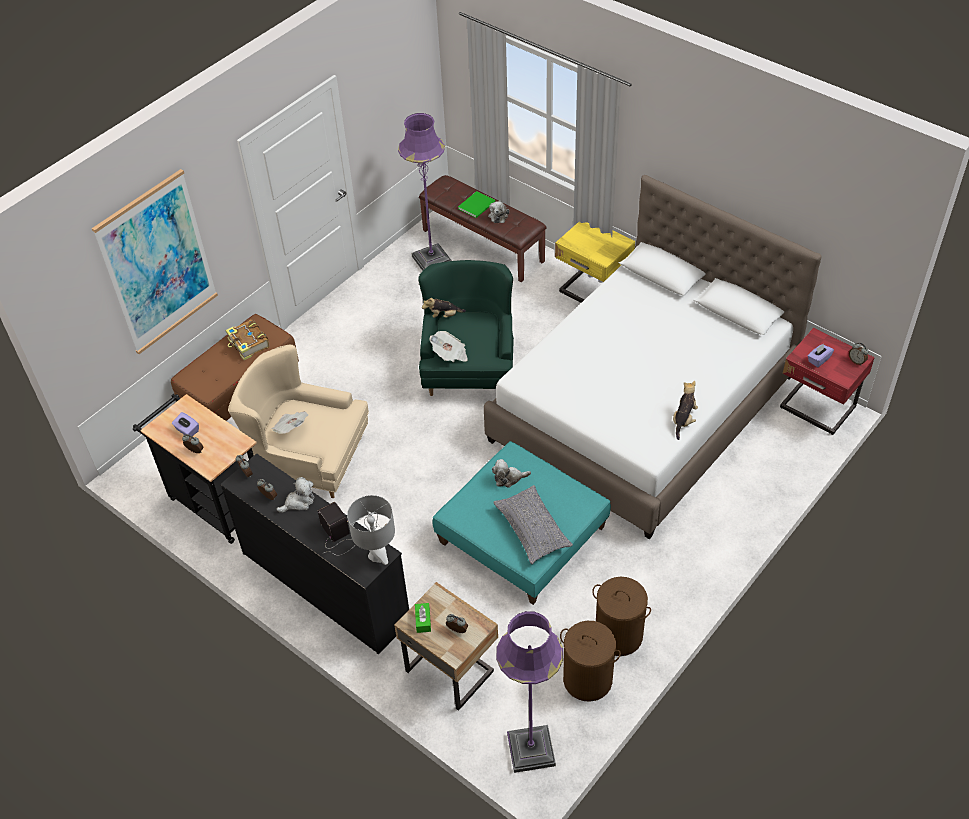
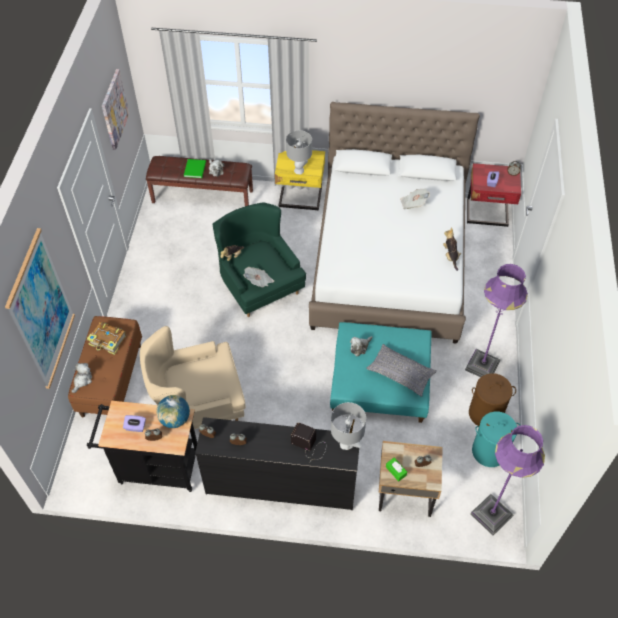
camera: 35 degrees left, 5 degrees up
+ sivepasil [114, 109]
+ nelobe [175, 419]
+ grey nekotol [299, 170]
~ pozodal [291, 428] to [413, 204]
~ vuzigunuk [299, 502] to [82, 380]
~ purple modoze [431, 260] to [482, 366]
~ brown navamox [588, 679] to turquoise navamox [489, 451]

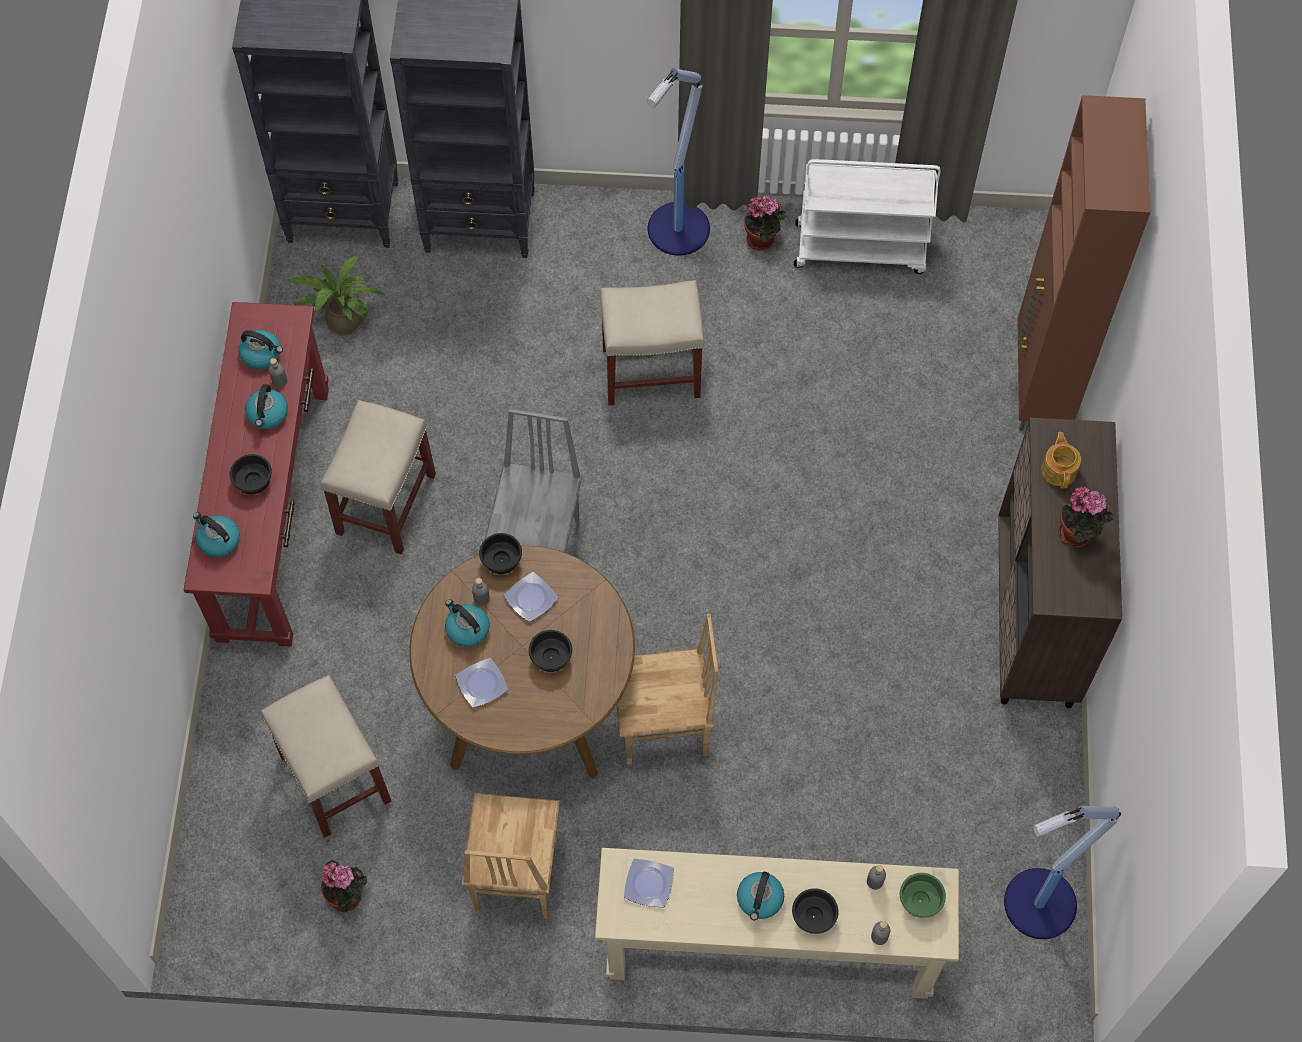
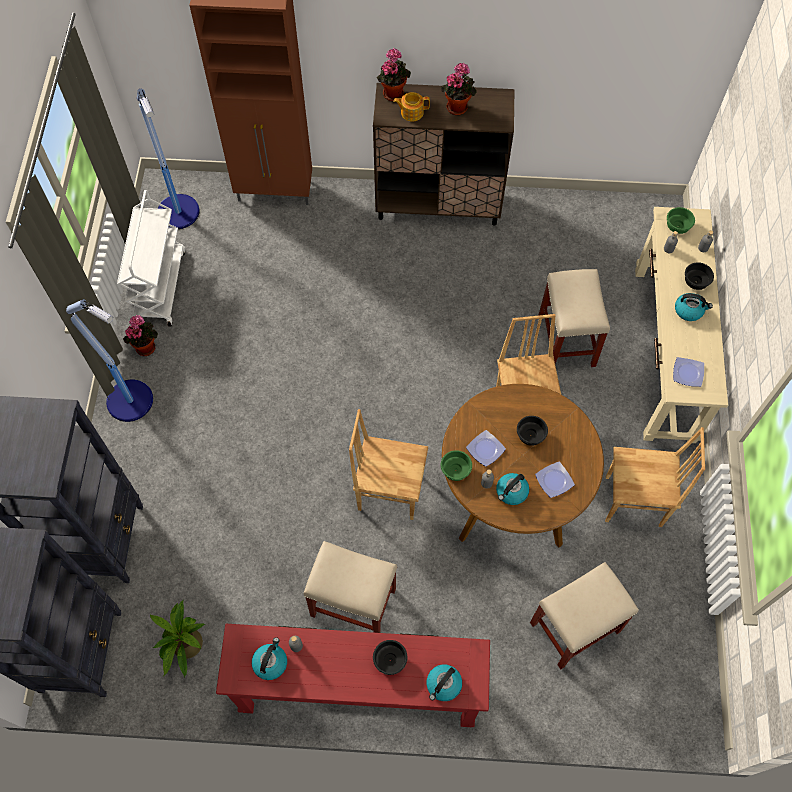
camera: 90 degrees left, 0 degrees up
- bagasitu [268, 414]
~ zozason [348, 897] to [393, 92]
~ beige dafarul [652, 371] to [566, 339]
~ modoze [1037, 905] to [179, 213]
~ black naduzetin [502, 561] to green naduzetin [456, 469]
~ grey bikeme [540, 546] to brown bikeme [389, 491]

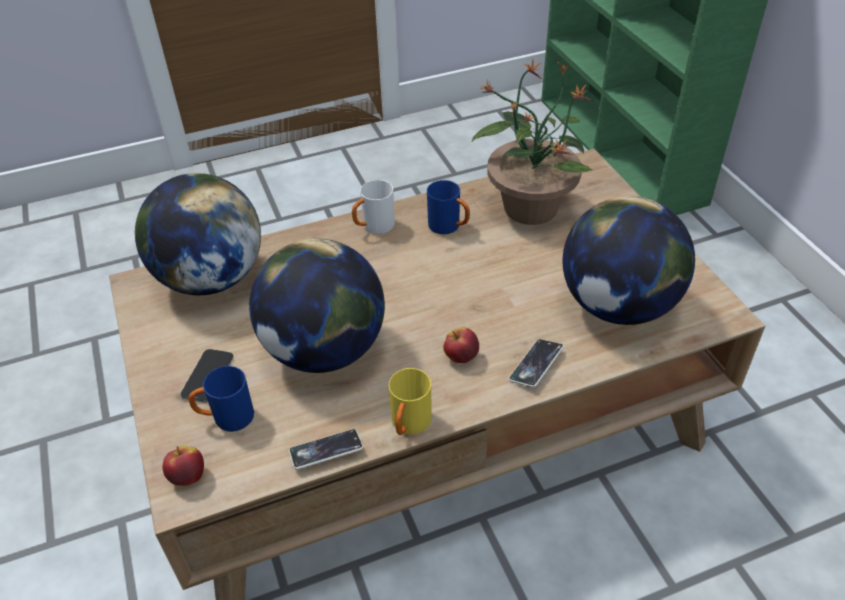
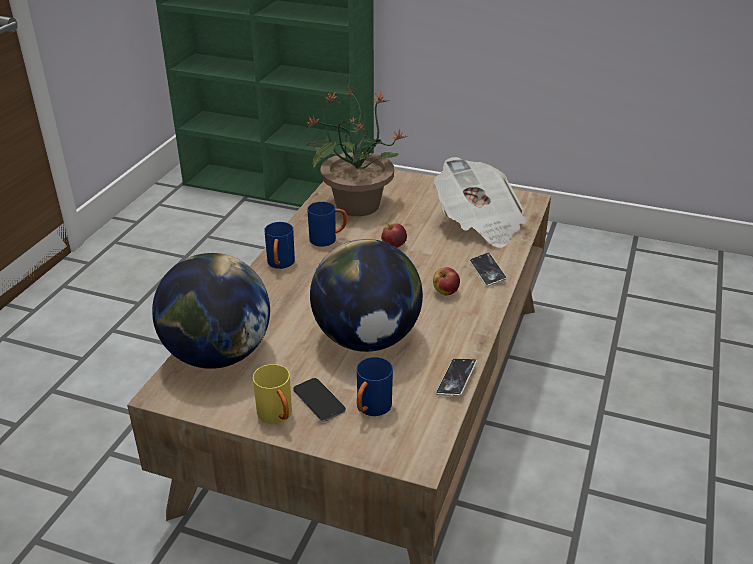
camera: 50 degrees left, 10 degrees down
~ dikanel [188, 476] to [394, 246]
~ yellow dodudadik [409, 426] to [278, 417]
~ nelobe [618, 306] to pozodal [479, 224]
~ white dodudadik [373, 227] to blue dodudadik [280, 265]

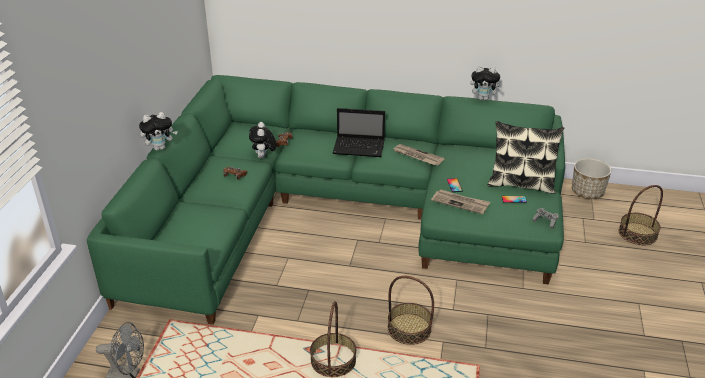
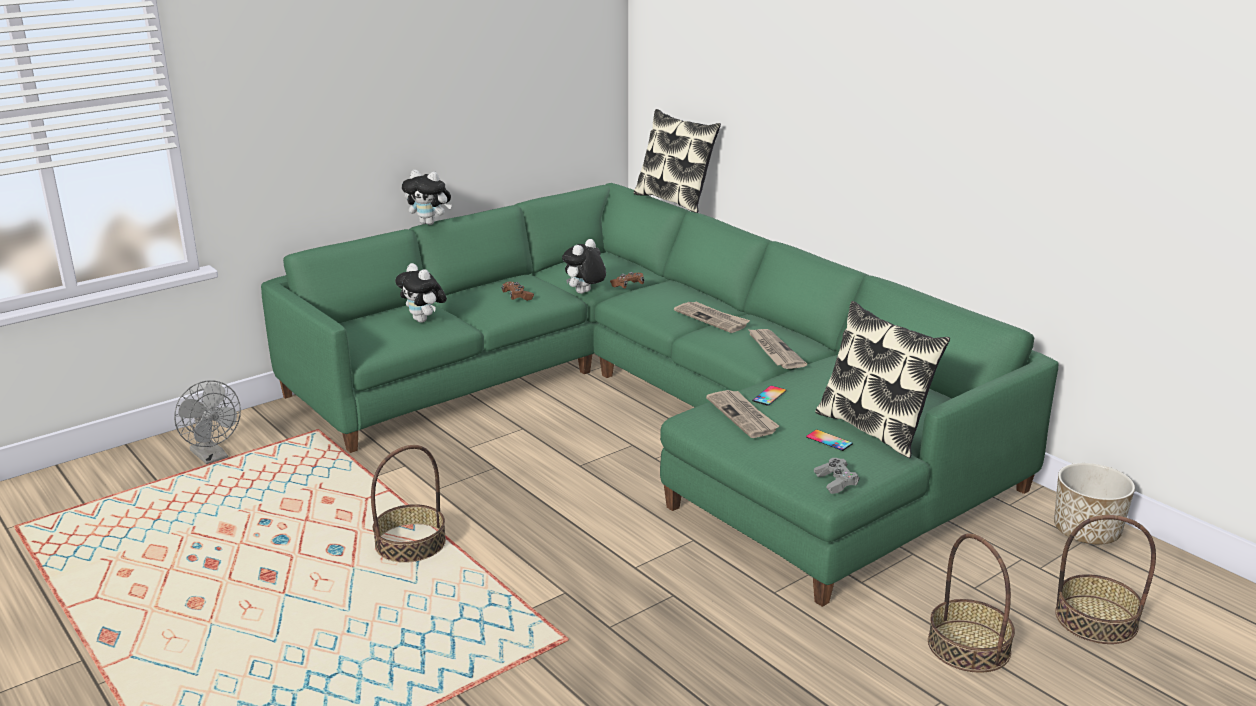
camera: 40 degrees right, 10 degrees down
+ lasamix [674, 200]
~ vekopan [409, 329] to [968, 646]
~ vuzigunuk [484, 98] to [424, 320]
~ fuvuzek [360, 148] to pozodal [712, 319]

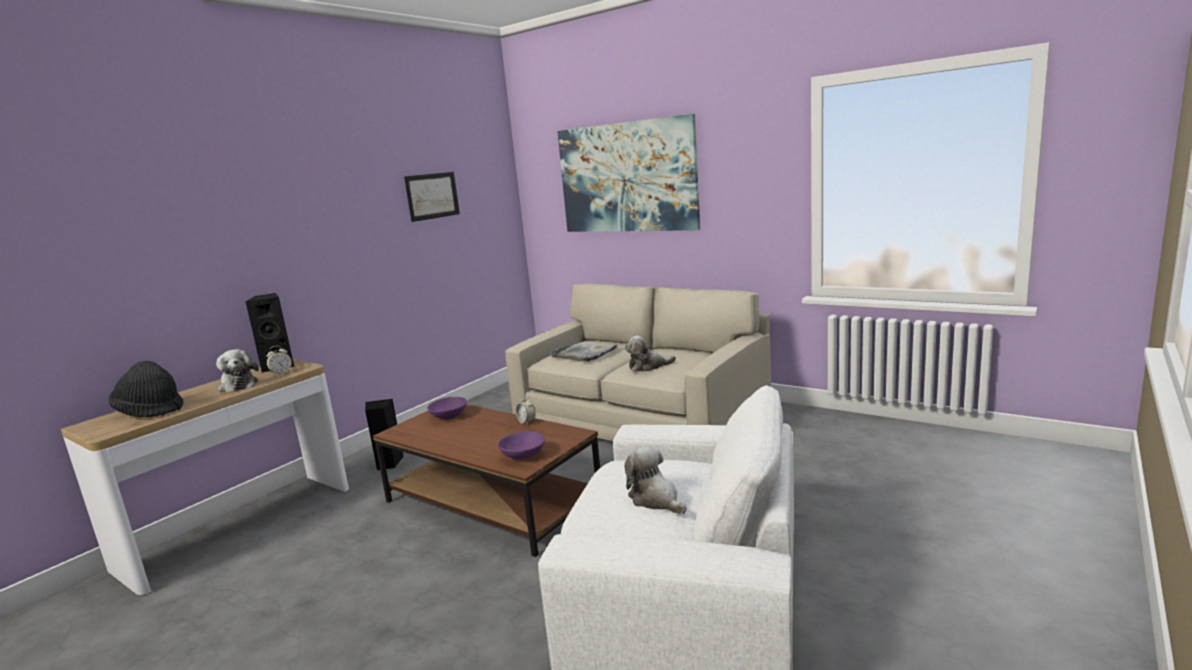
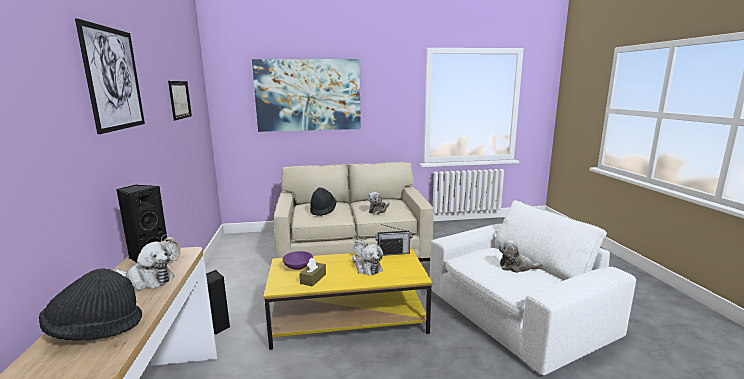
camera: 45 degrees left, 0 degrees up
- purple naduzetin [523, 455]
+ sivepasil [114, 79]
+ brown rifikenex [313, 279]
+ vuzigunuk [367, 268]
+ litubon [393, 253]
~ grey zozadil [583, 354] to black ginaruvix [323, 211]
~ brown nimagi [492, 501] to yellow nimagi [348, 318]

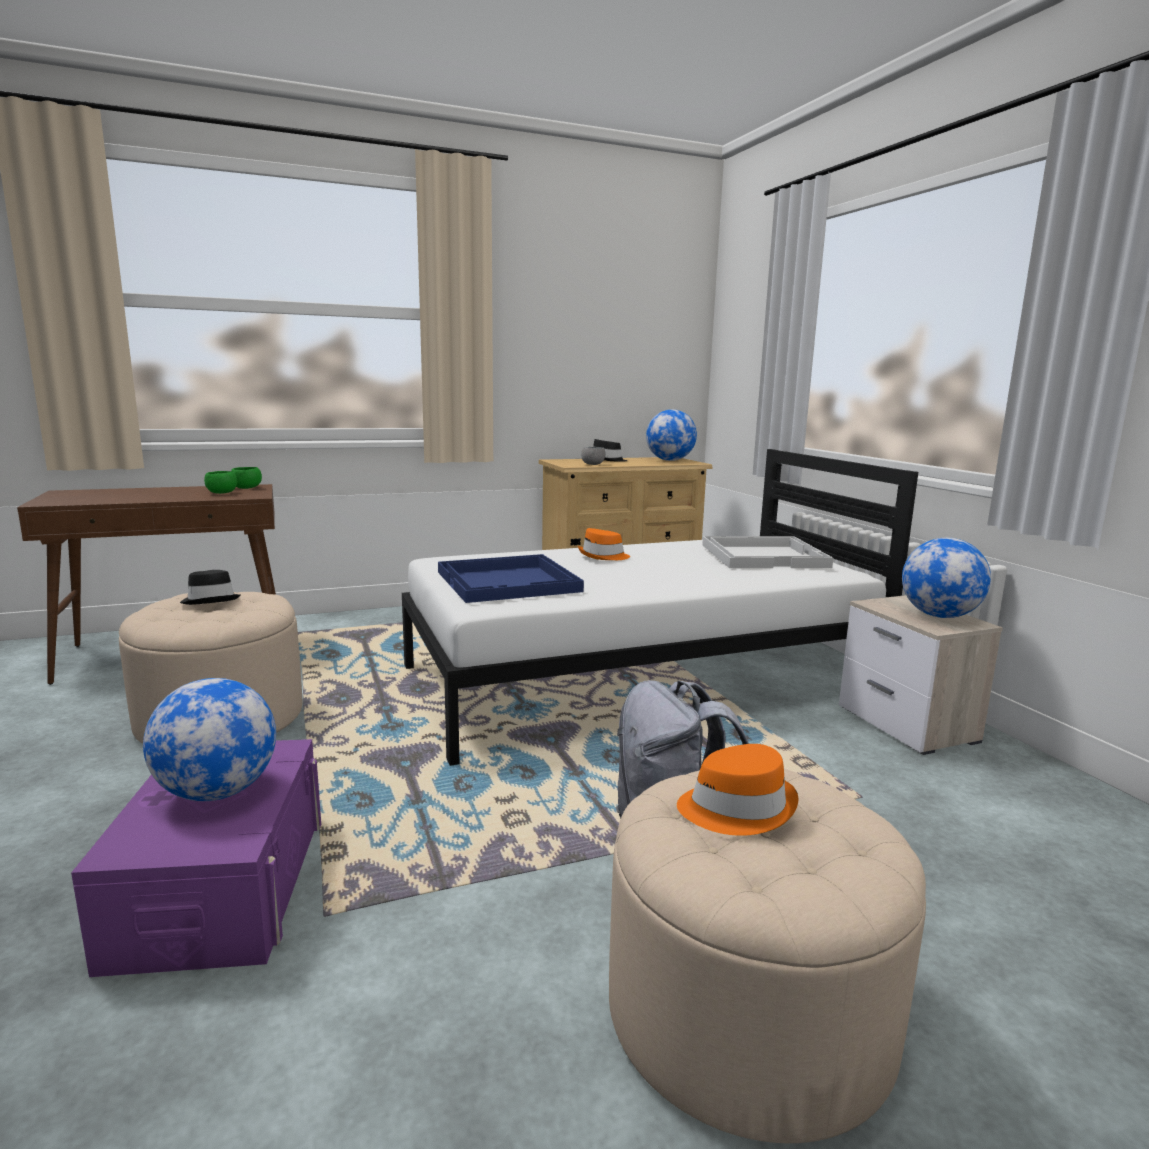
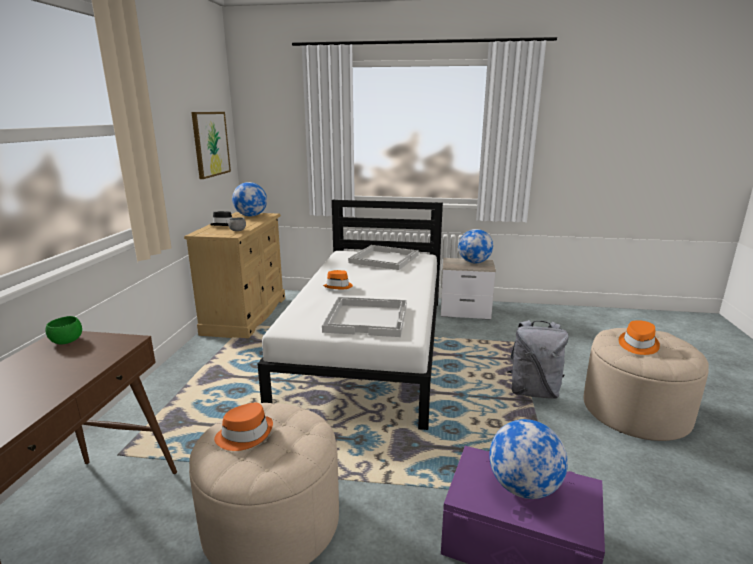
camera: 60 degrees left, 5 degrees up
- green naduzetin [222, 493]
+ sivepasil [210, 144]
~ black ginaruvix [211, 600] to orange ginaruvix [245, 435]
~ blue zozadil [509, 582] to white zozadil [367, 318]

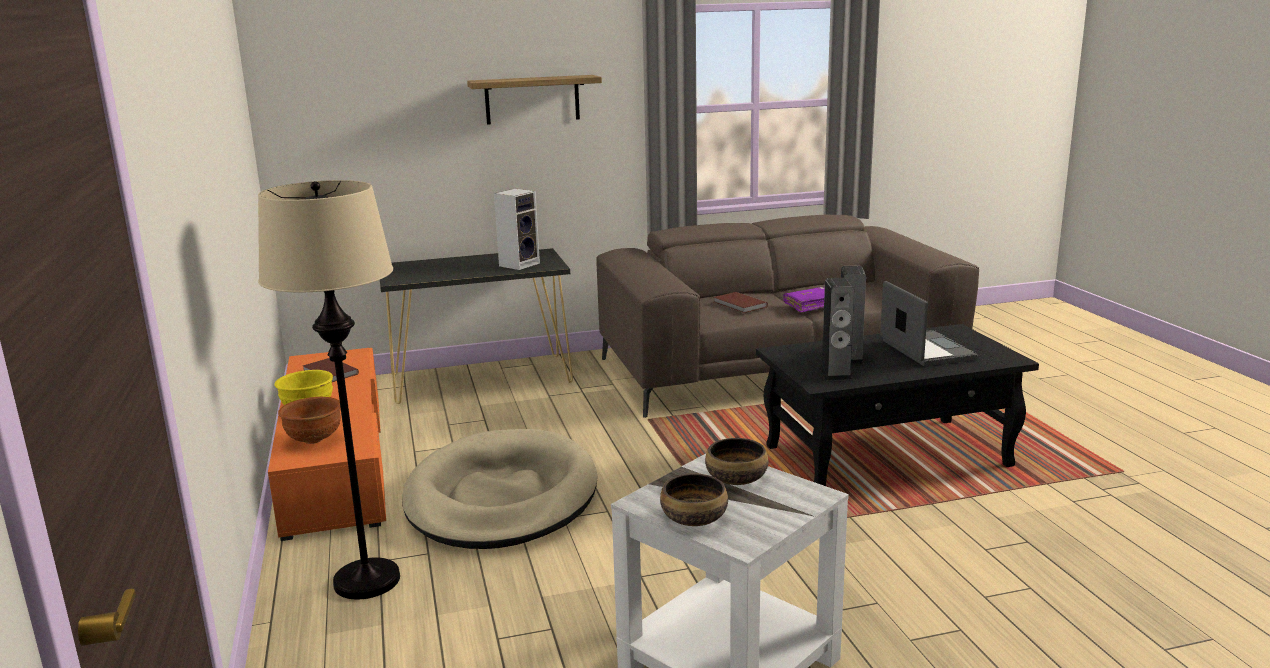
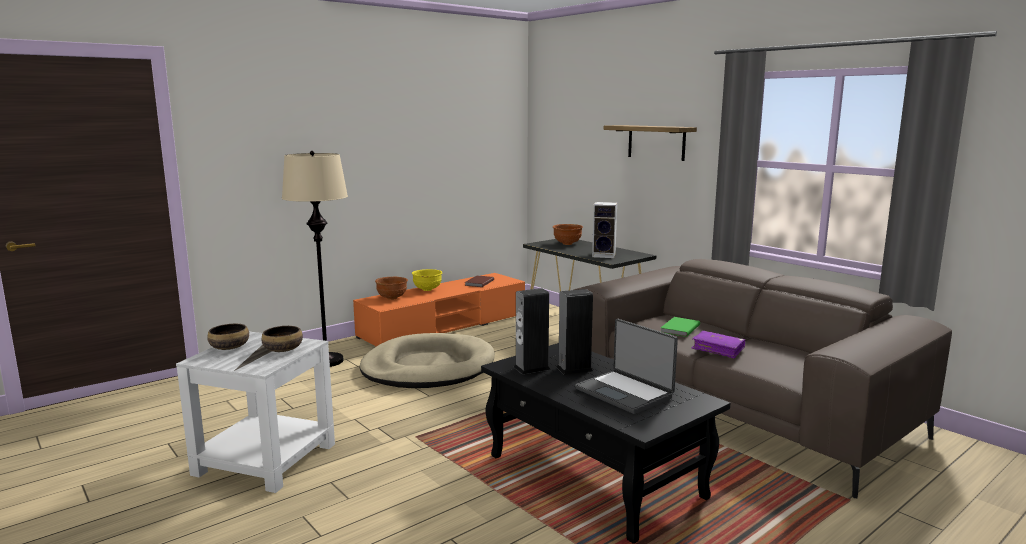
camera: 65 degrees right, 5 degrees down
+ brown naduzetin [567, 244]
~ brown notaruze [739, 305] to green notaruze [679, 328]
~ fuvuzek [925, 350] = [625, 393] 90 degrees clockwise

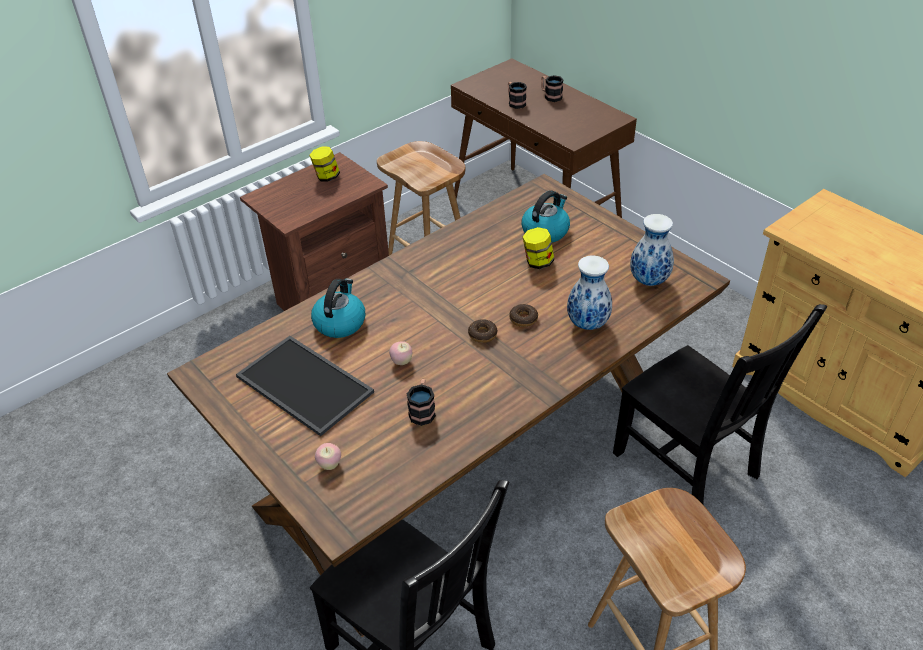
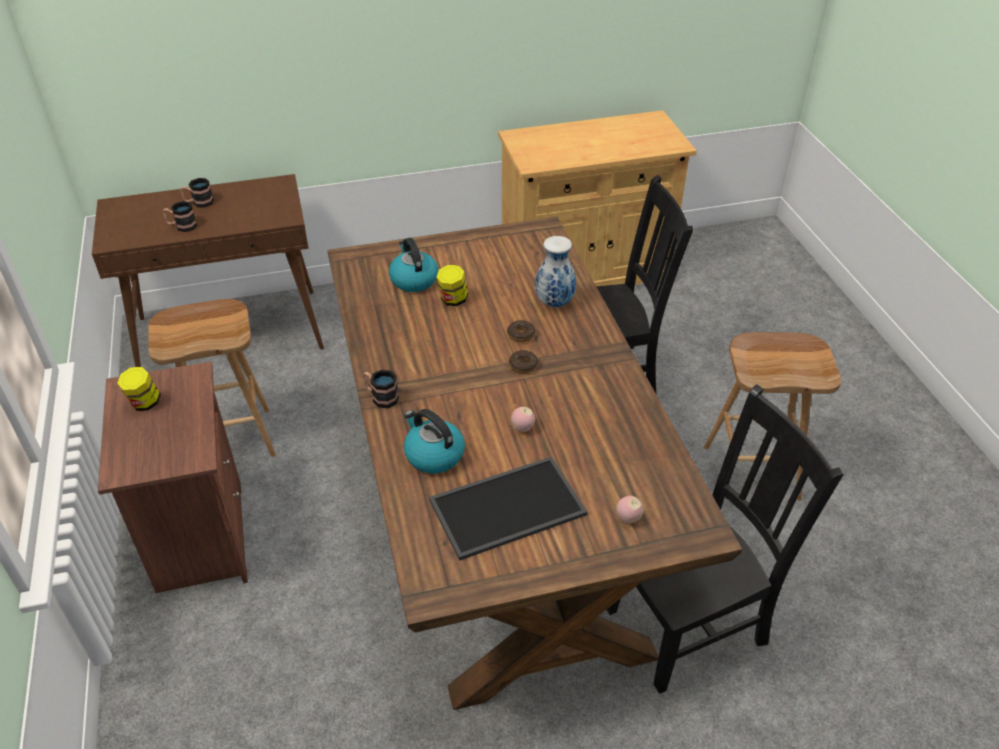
camera: 65 degrees left, 0 degrees up
- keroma [648, 281]
~ dodudadik [422, 410] to [381, 397]

